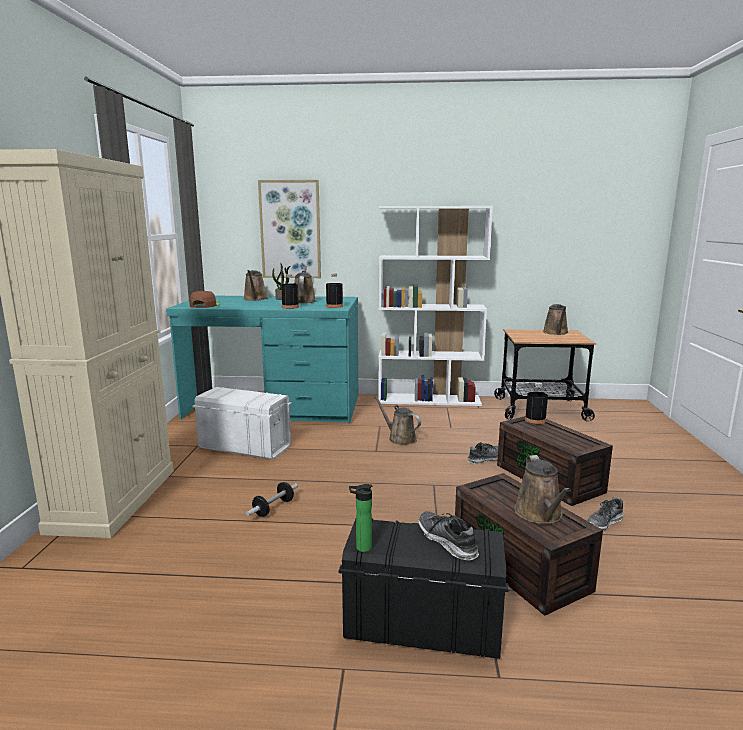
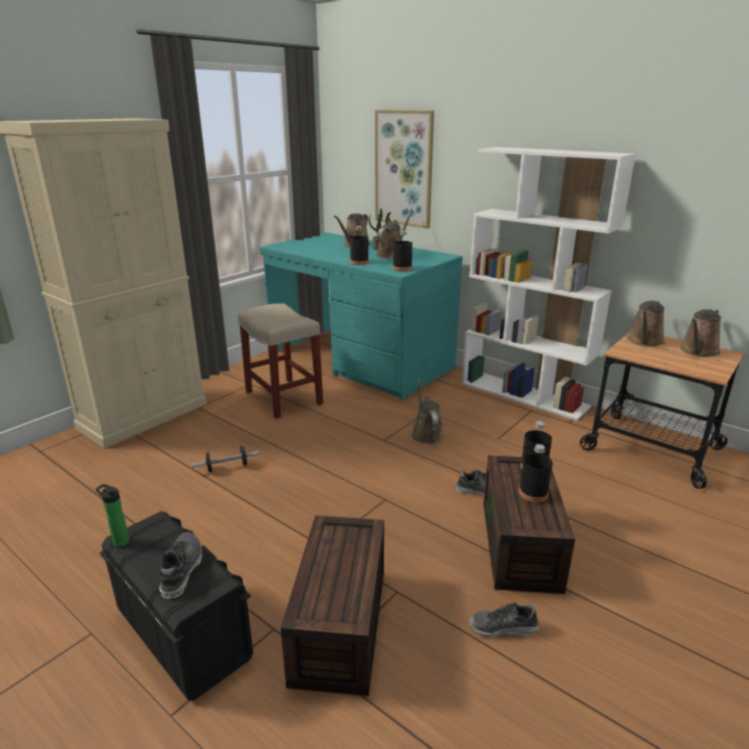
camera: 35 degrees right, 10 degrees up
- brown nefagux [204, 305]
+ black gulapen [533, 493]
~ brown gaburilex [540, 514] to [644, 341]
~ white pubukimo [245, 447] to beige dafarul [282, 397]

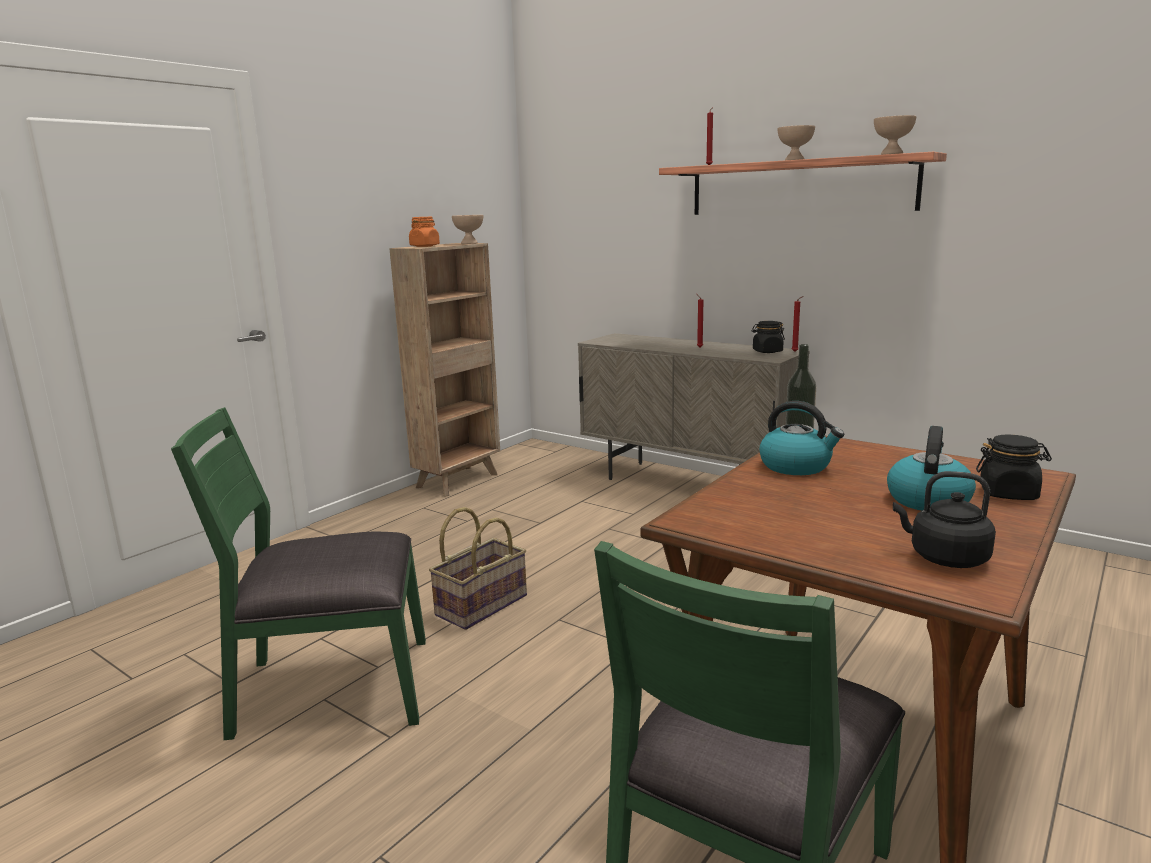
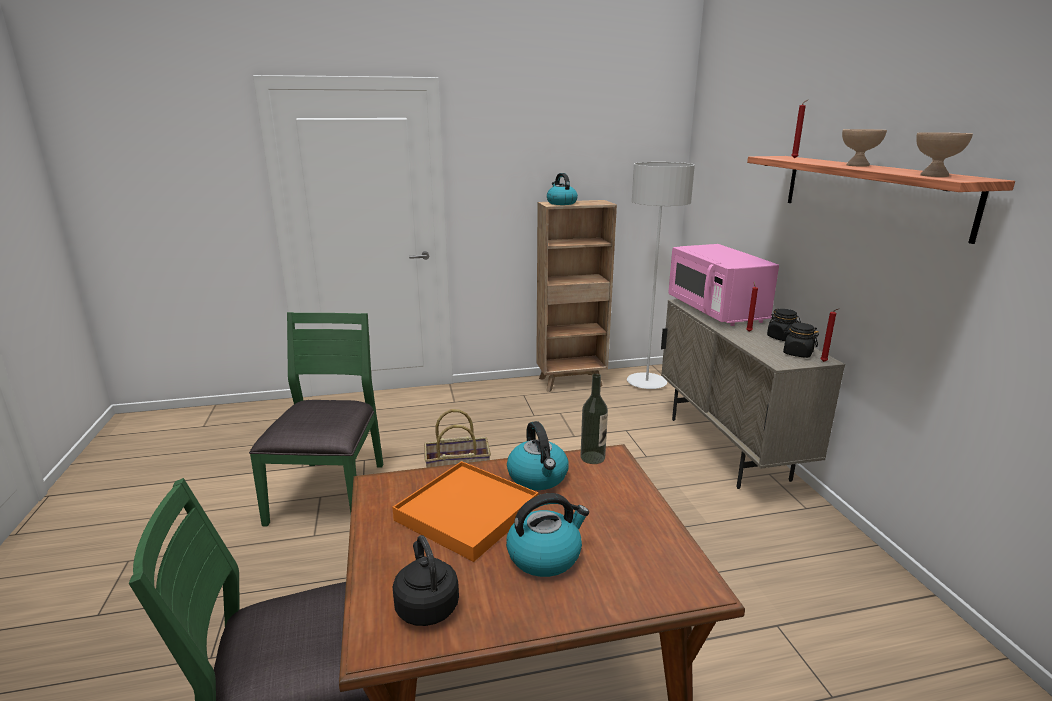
camera: 40 degrees right, 5 degrees up
- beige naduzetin [468, 243]
+ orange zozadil [467, 512]
+ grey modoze [646, 383]
+ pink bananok [716, 310]
~ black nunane [1008, 493] to [782, 338]
~ orange nunane [424, 246] to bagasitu [561, 203]
~ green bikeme [332, 688] = [330, 492] 60 degrees clockwise

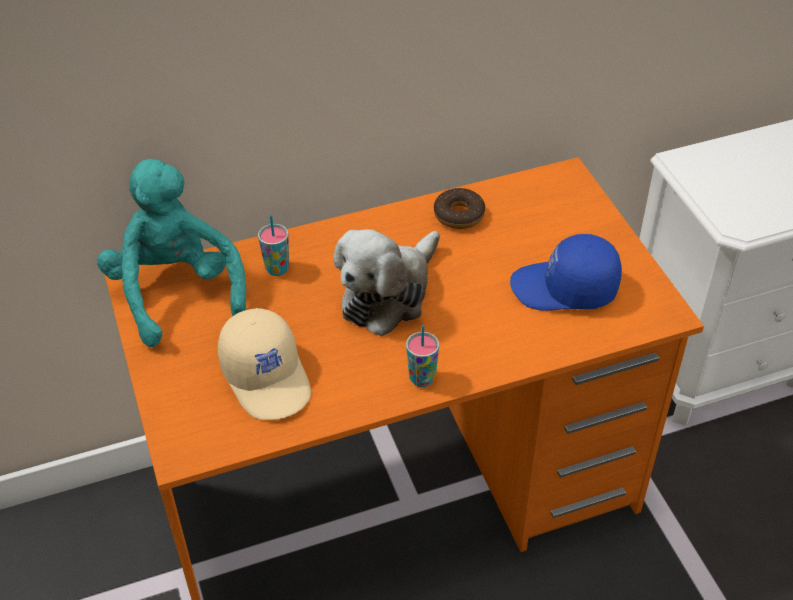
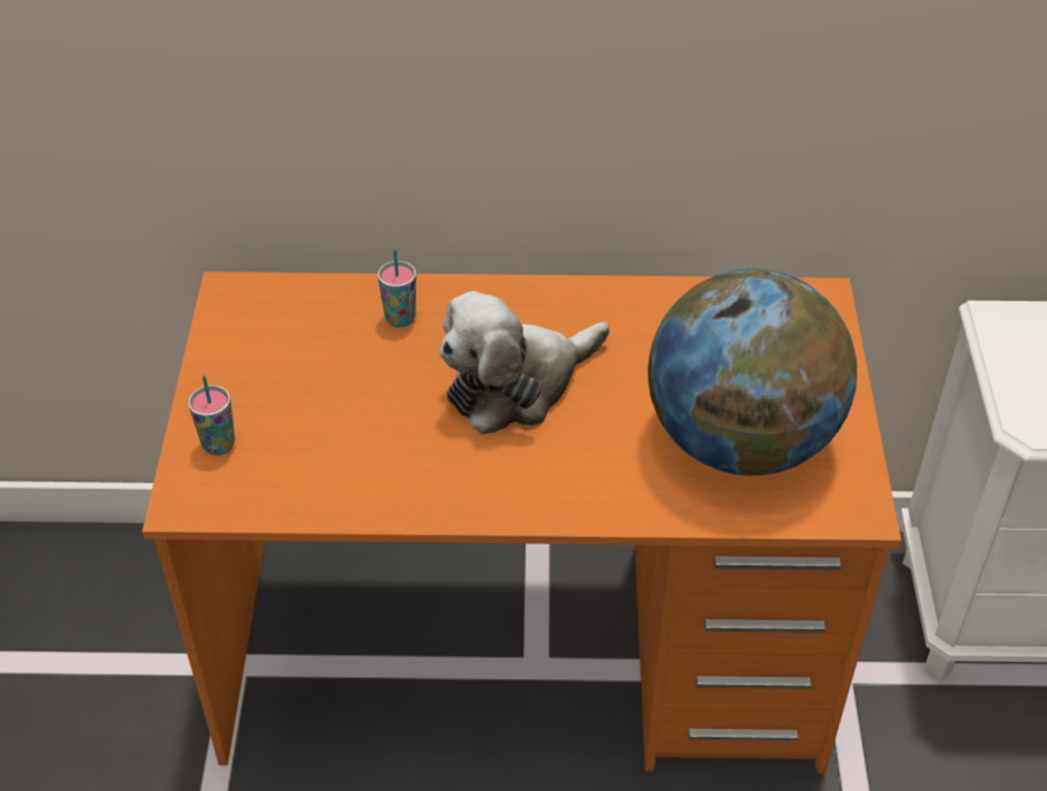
camera: 20 degrees right, 0 degrees up
- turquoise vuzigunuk [176, 292]
- beige nefagux [268, 377]
- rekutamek [459, 215]
~ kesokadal [422, 378] to [219, 445]
~ blue nefagux [564, 289] to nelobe [740, 441]

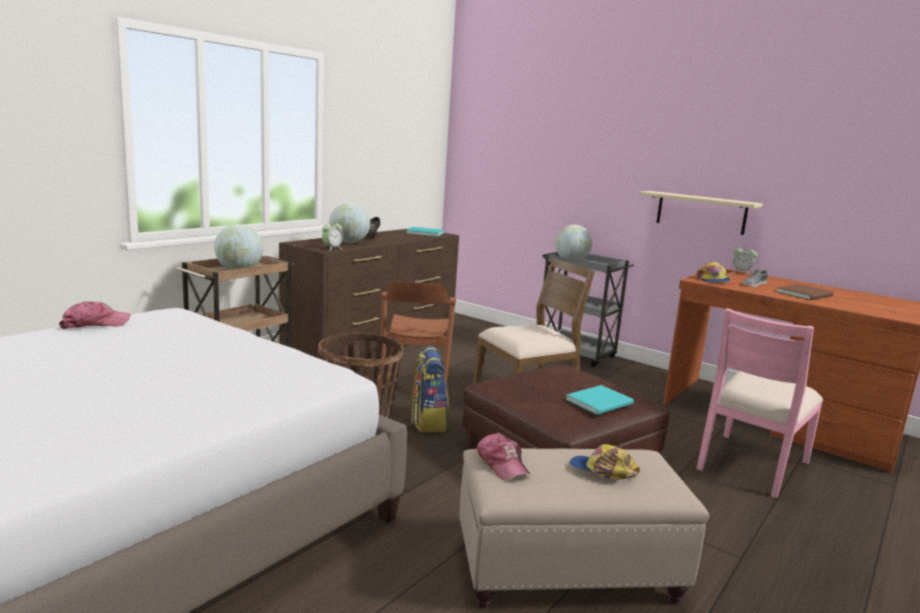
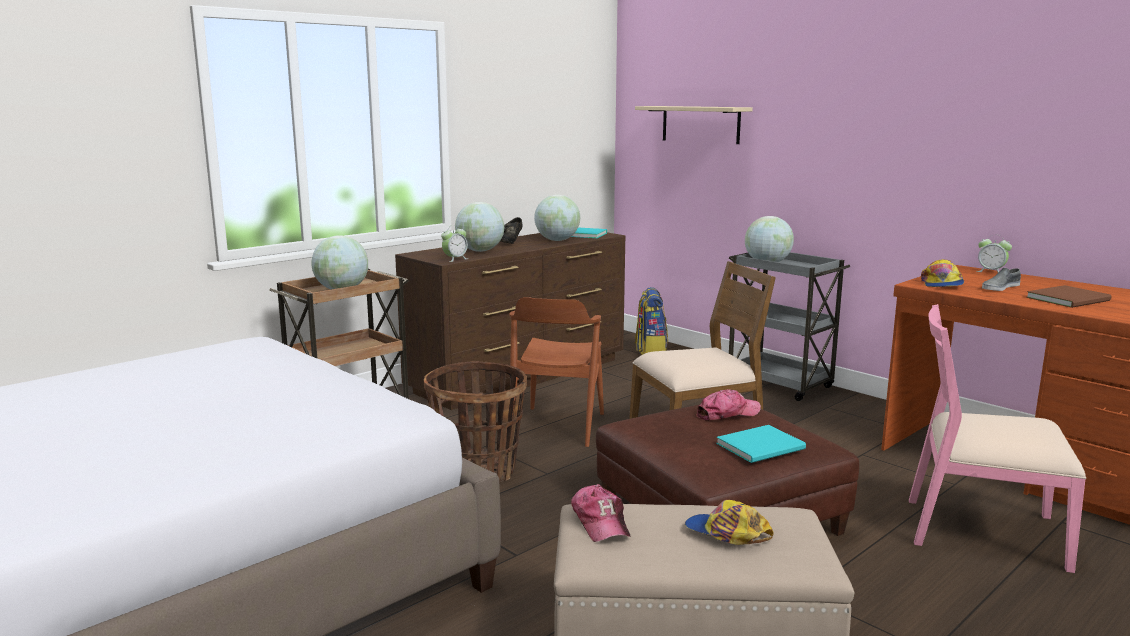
camera: 10 degrees right, 0 degrees up
+ nelobe [557, 240]
~ nefagux [95, 324] to [727, 413]
~ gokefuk [428, 421] to [650, 351]
~ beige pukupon [701, 212] to [700, 124]
~ pink bikeme [750, 465] = [982, 531] 60 degrees clockwise

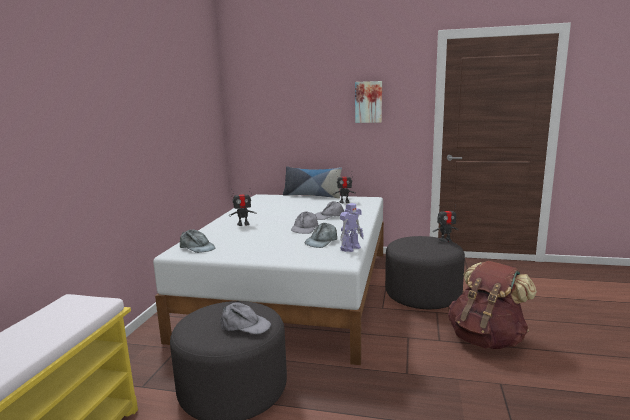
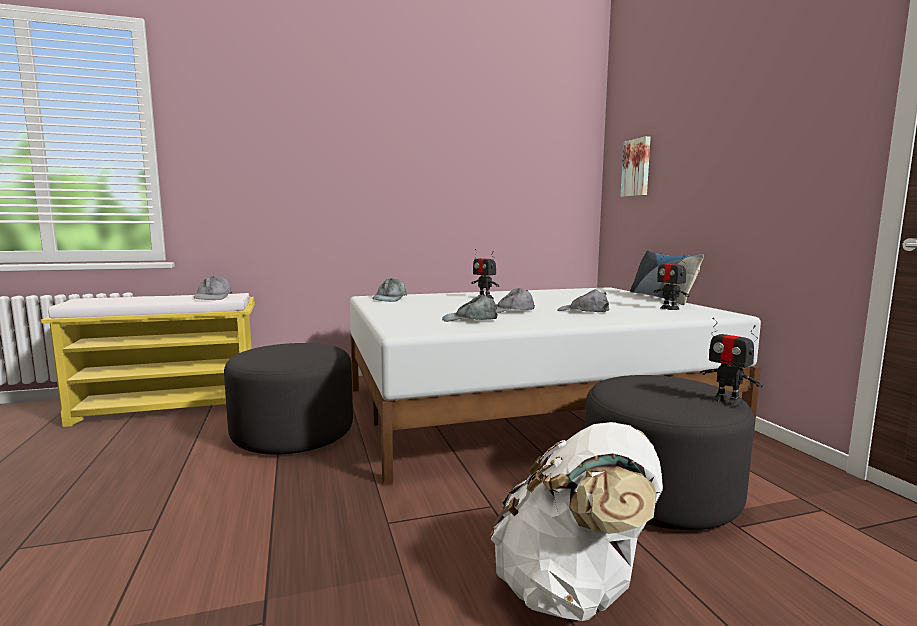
camera: 60 degrees right, 5 degrees down
- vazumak [351, 248]
~ grey nefagux [245, 325] to [213, 297]
~ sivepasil [368, 102] to [637, 168]
~ brown gokefuk [486, 339] to white gokefuk [573, 590]

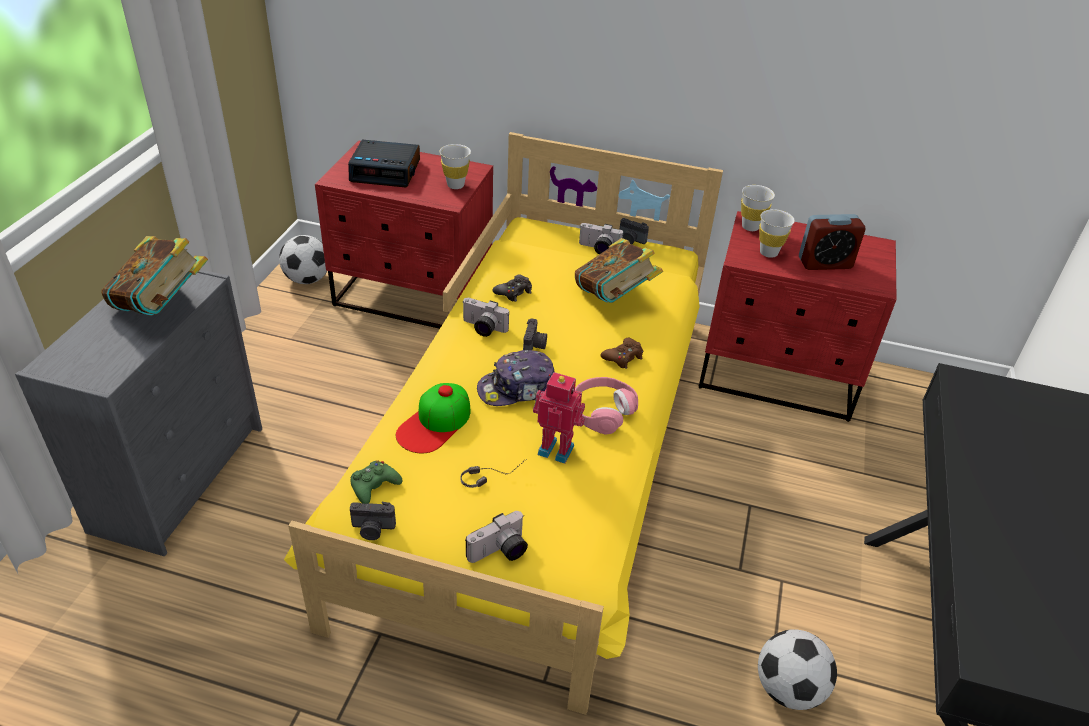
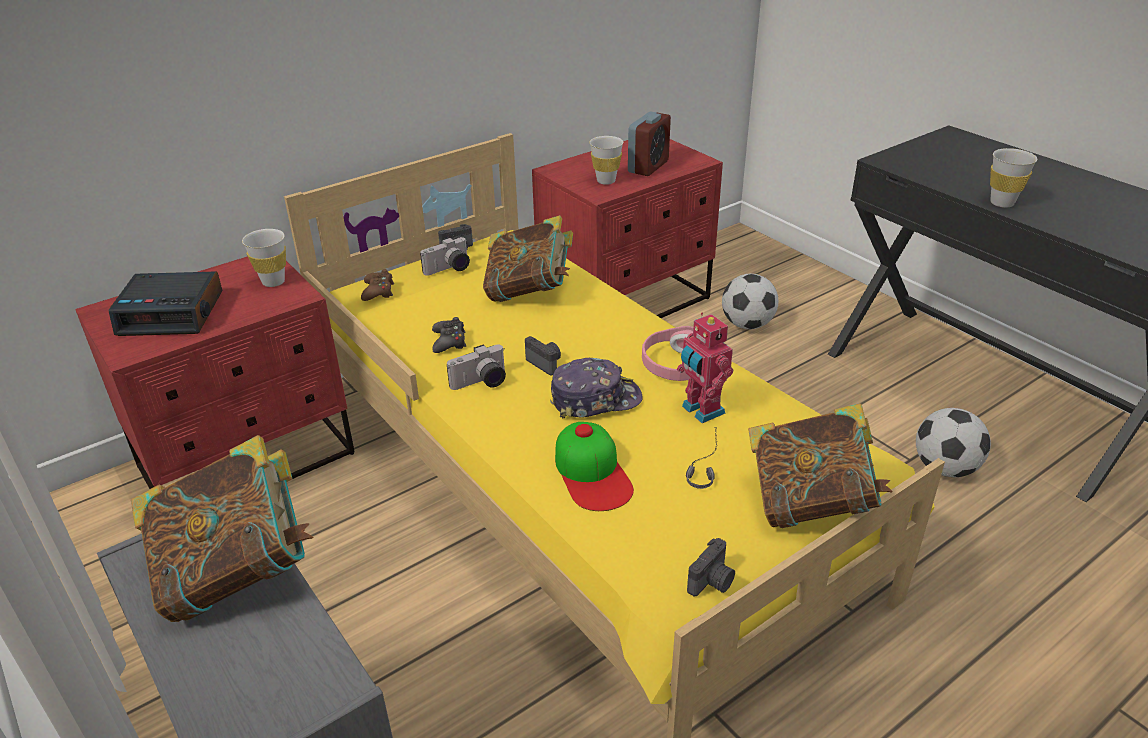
camera: 50 degrees left, 5 degrees down
- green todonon [374, 486]
~ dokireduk [307, 279] to [747, 325]
~ brown todonon [623, 357] to [378, 291]
~ white kesokadal [750, 227] to [1002, 203]
~ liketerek [500, 552] to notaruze [810, 503]
~ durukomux [386, 171] = [172, 313] 45 degrees clockwise
~ nefagux [517, 388] = [595, 399] 120 degrees counterclockwise
~ vazumak [556, 448] = [701, 411] 90 degrees counterclockwise

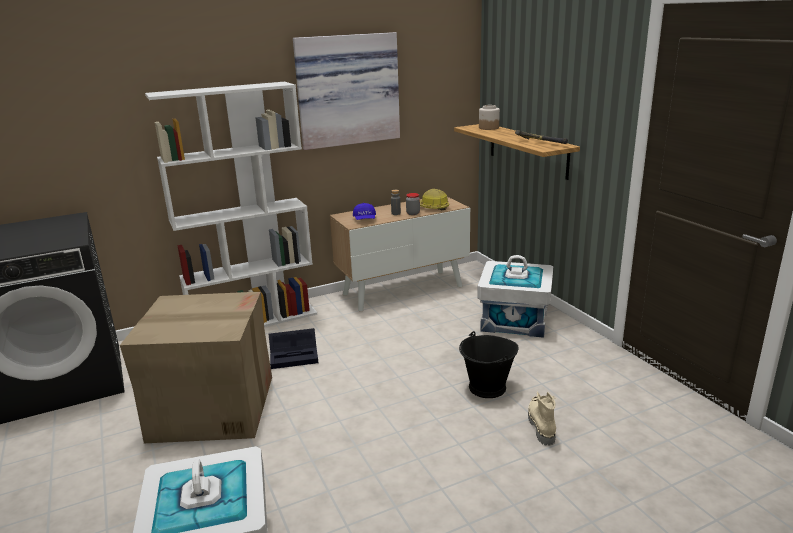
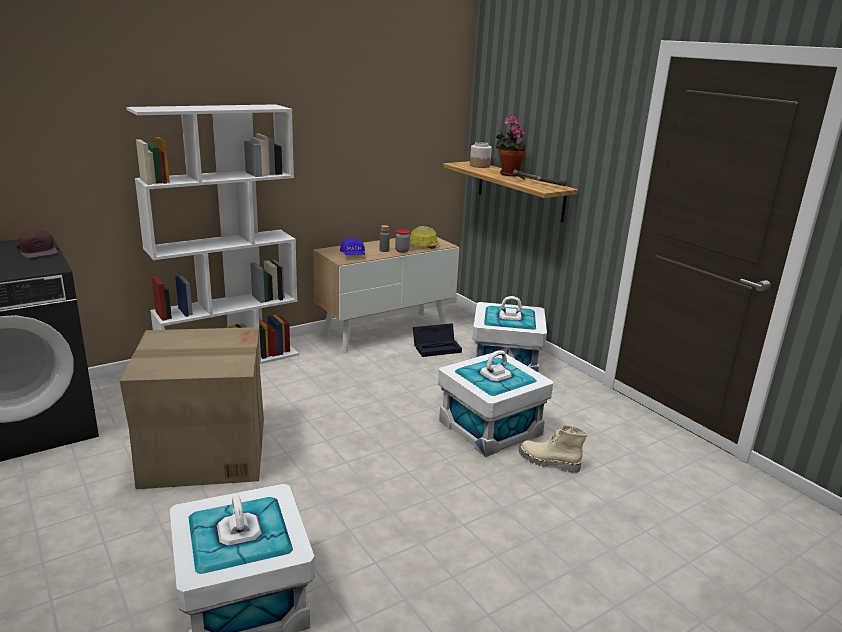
camera: 10 degrees left, 0 degrees up
- sivepasil [347, 90]
+ brown nefagux [38, 251]
+ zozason [508, 174]
~ black pubukimo [295, 356] to [437, 347]
~ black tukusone [487, 388] to white pubukimo [490, 428]
~ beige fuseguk [540, 425] = [548, 462] 60 degrees counterclockwise

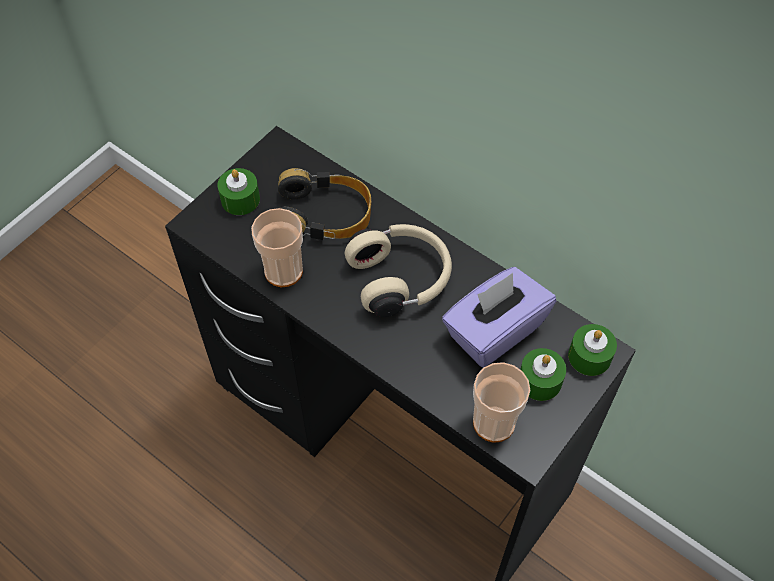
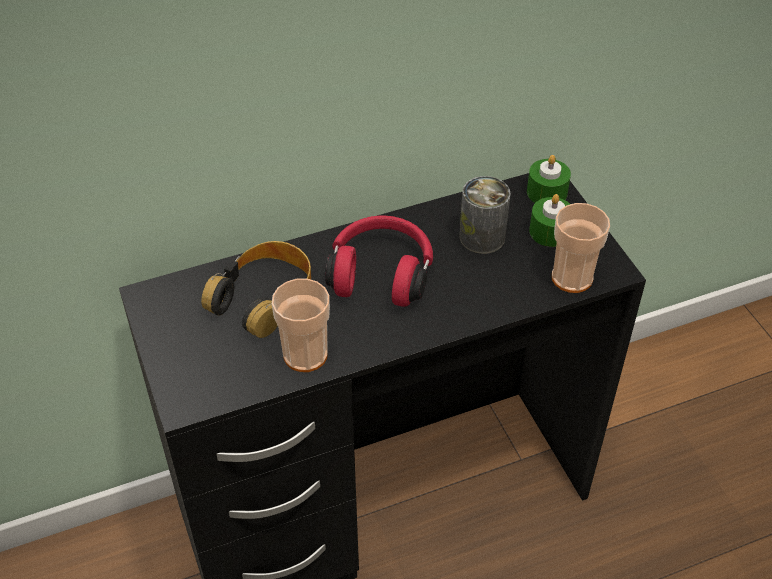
camera: 60 degrees left, 10 degrees down
- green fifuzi [240, 199]
~ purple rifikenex [494, 331] to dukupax [482, 237]
~ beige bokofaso [401, 278] to red bokofaso [381, 273]

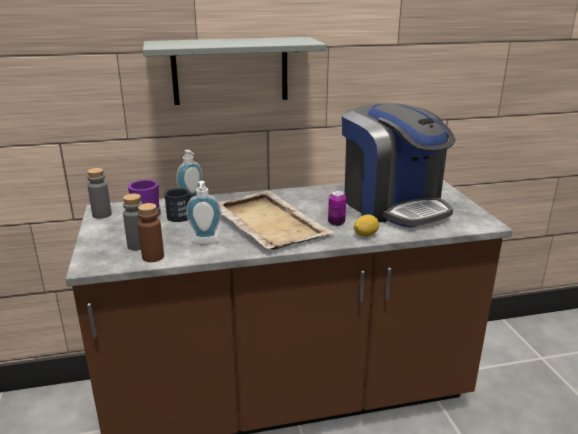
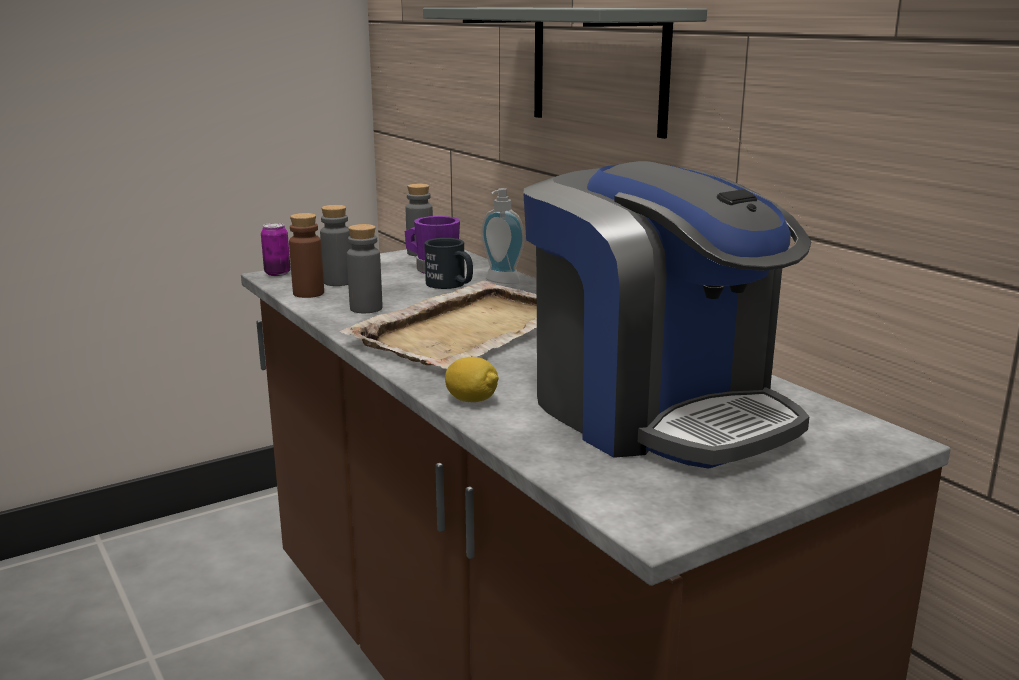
camera: 70 degrees right, 5 degrees down
~ dukupax [336, 223] to [277, 273]
~ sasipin [205, 243] to grey gulapen [366, 308]
~ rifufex [392, 205] = [656, 410] 75 degrees counterclockwise

